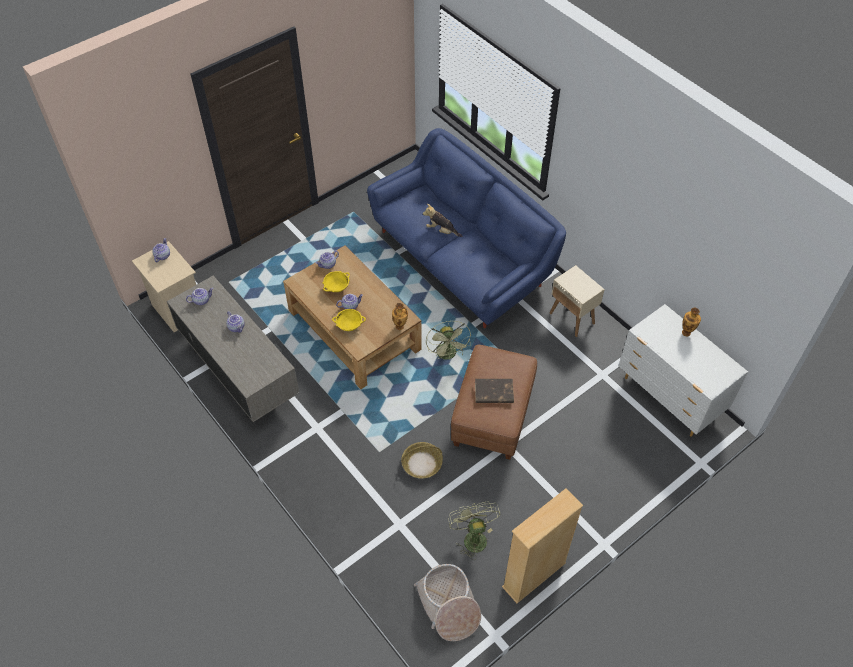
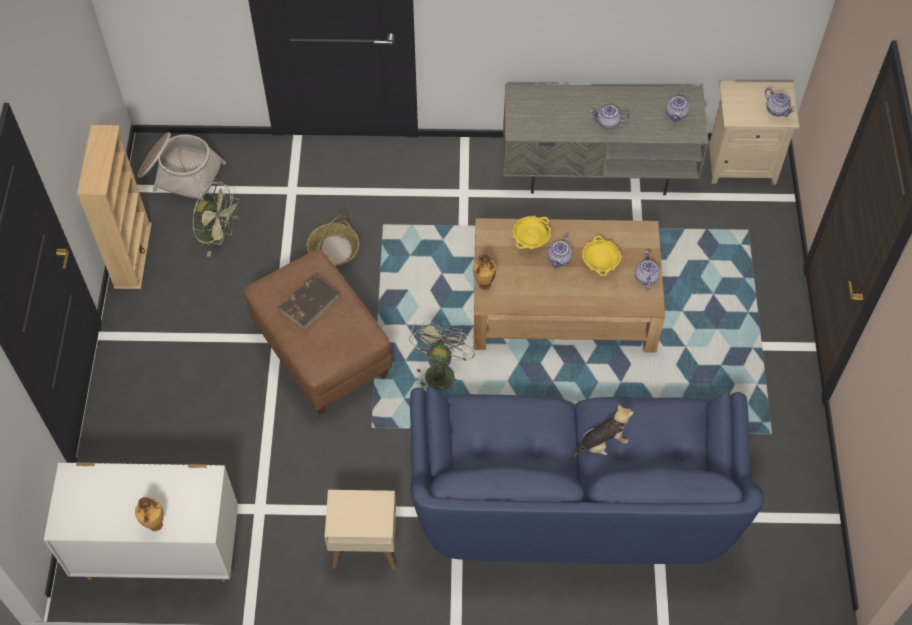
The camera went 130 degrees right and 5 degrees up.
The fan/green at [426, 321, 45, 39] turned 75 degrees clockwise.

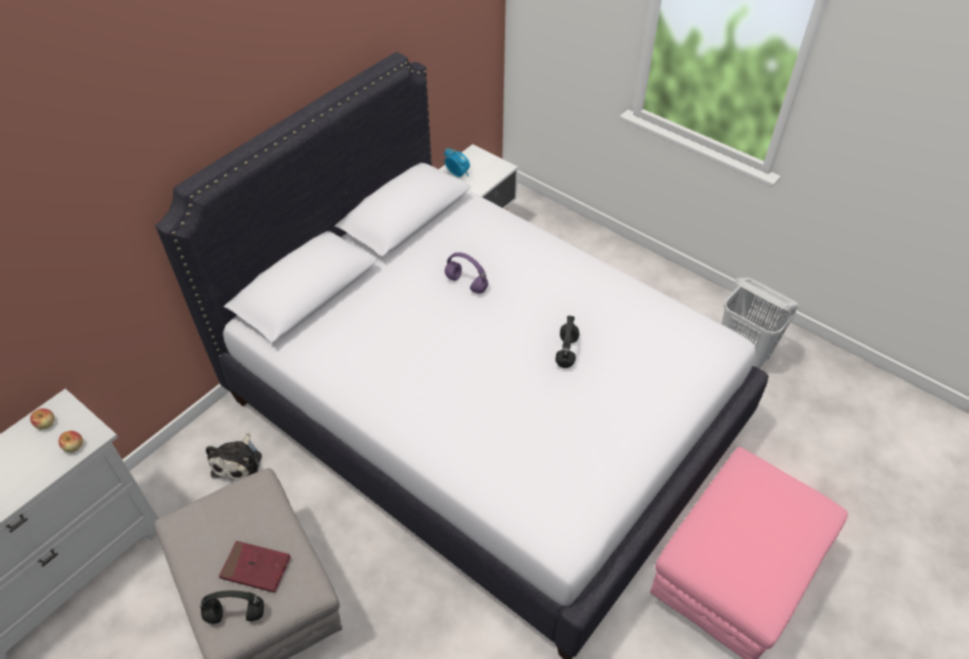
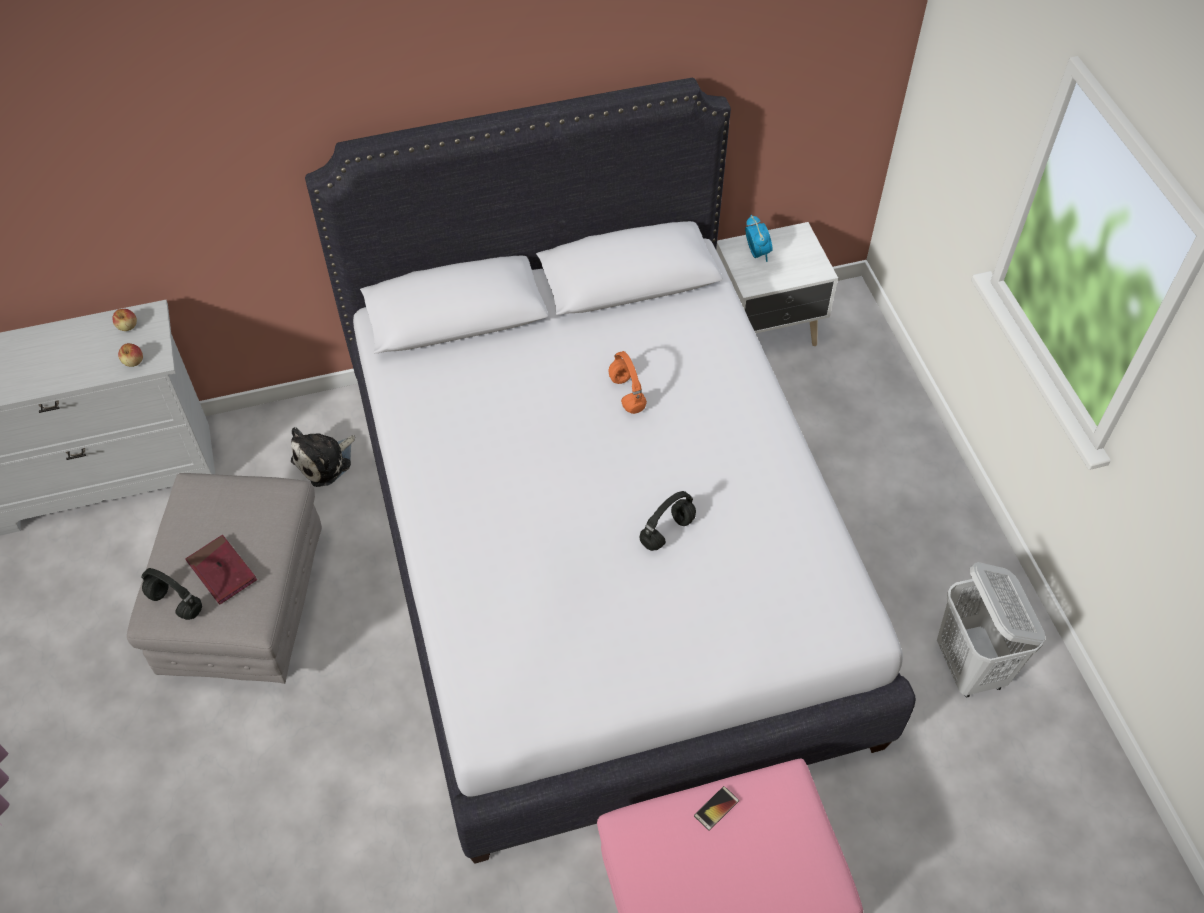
The camera went 35 degrees right and 5 degrees up.
The headphones/purple at [445, 252, 43, 42] became the headphones/orange at [608, 351, 39, 63].
The phone at [694, 786, 45, 45] appeared.

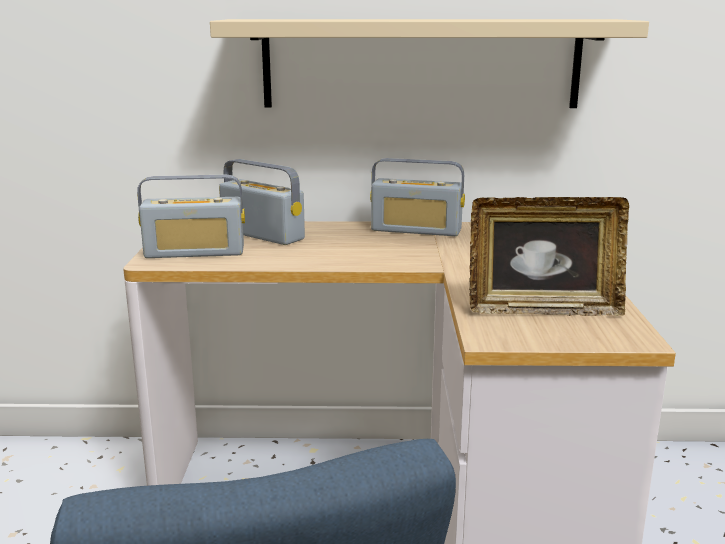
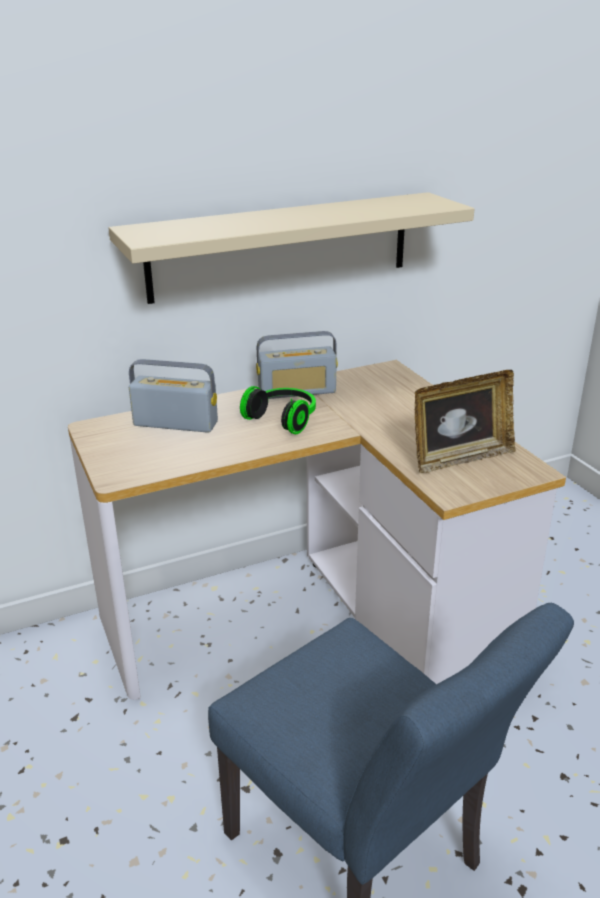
The camera went 25 degrees left and 10 degrees up.
The radio at [137, 175, 108, 83] disappeared.
The headphones at [240, 386, 76, 48] appeared.

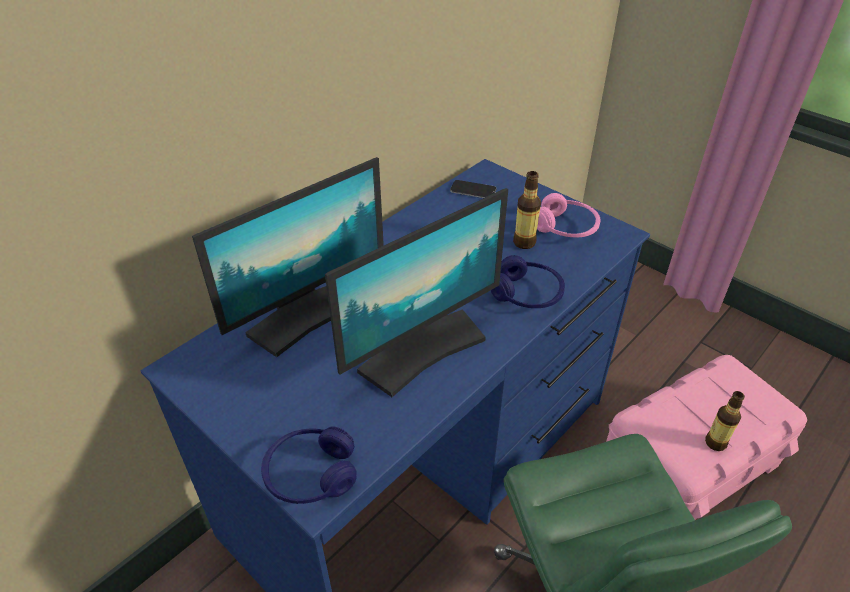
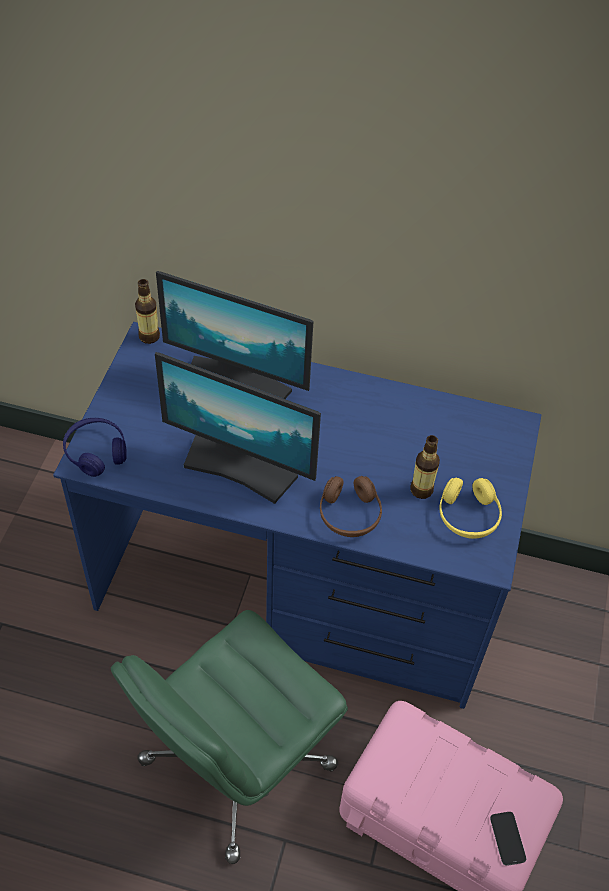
The camera went 60 degrees right and 10 degrees up.
The phone moved from [450, 180, 47, 18] to [490, 812, 36, 54].
The headphones/blue at [491, 255, 74, 53] became the headphones/brown at [320, 476, 62, 61].
The headphones/pink at [537, 193, 64, 44] became the headphones/yellow at [439, 477, 63, 62].
The bottle moved from [705, 391, 40, 60] to [135, 279, 25, 65].

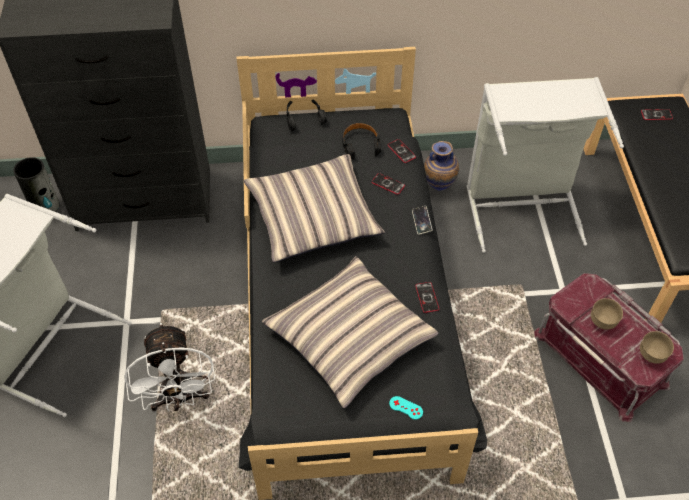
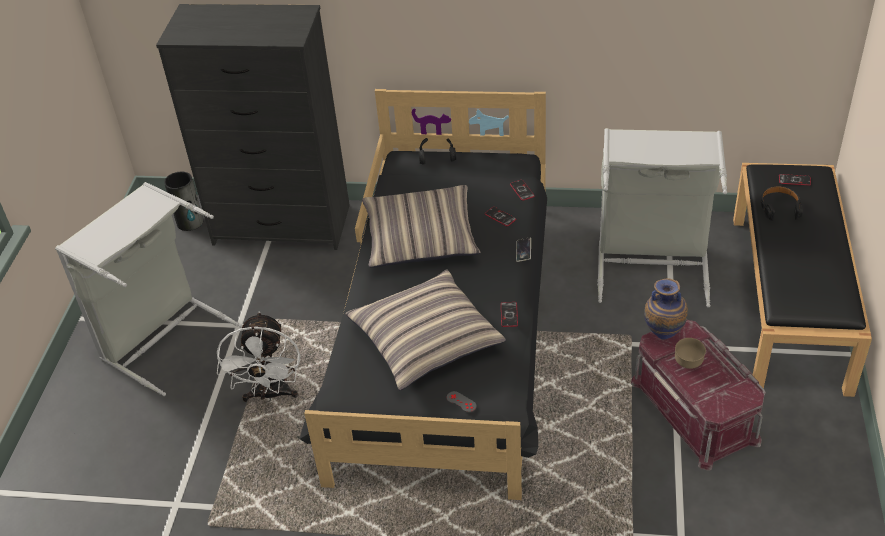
The camera went 15 degrees right and 10 degrees down.
The headphones/black moved from [342, 123, 39, 37] to [761, 186, 42, 35].
The game controller/turquoise at [389, 396, 34, 23] became the game controller/grey at [447, 391, 30, 22].
The vase moved from [424, 141, 35, 50] to [644, 278, 44, 62].
The bowl/brown at [640, 331, 34, 33] disappeared.

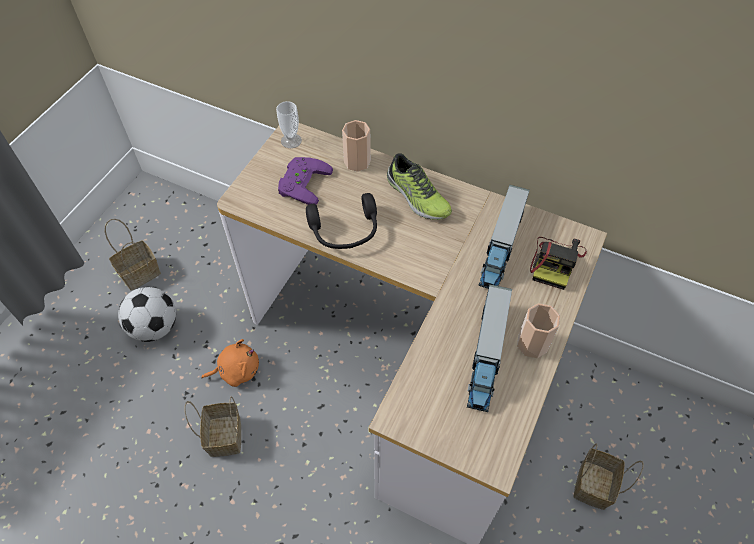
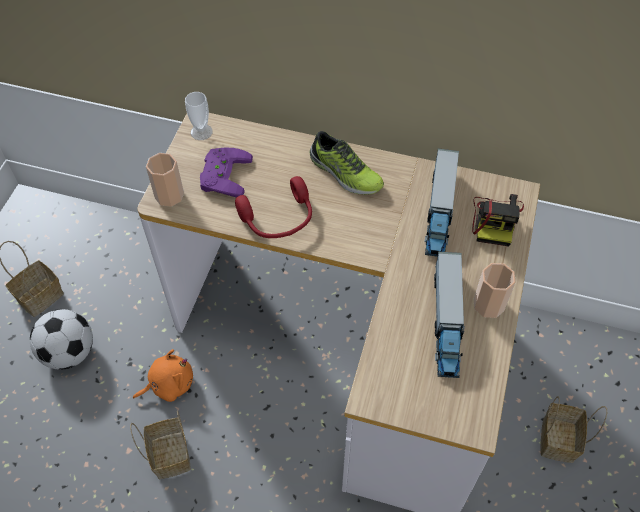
The camera went 10 degrees left and 0 degrees up.
The headphones/black at [306, 193, 71, 56] became the headphones/red at [235, 176, 77, 62].
The cup moved from [342, 120, 29, 52] to [146, 153, 38, 54].

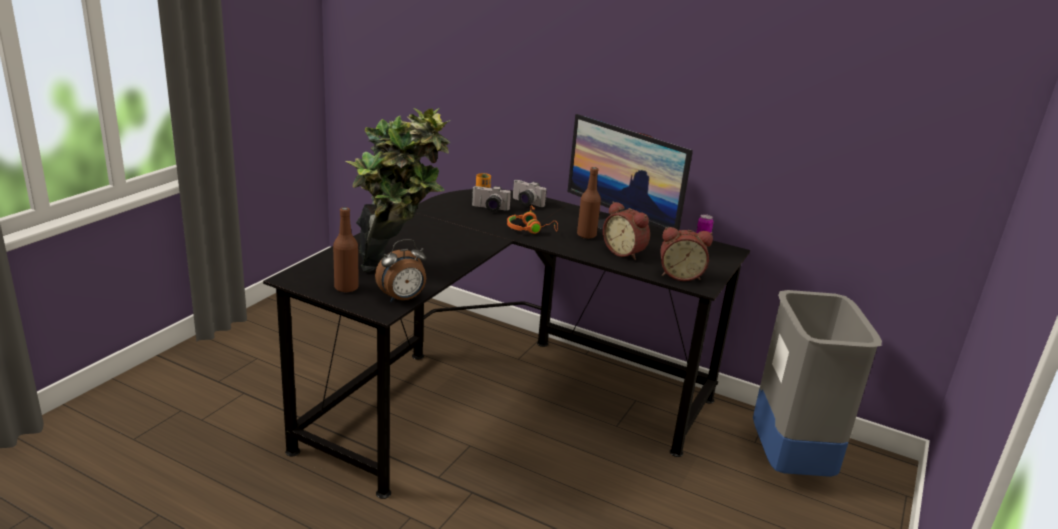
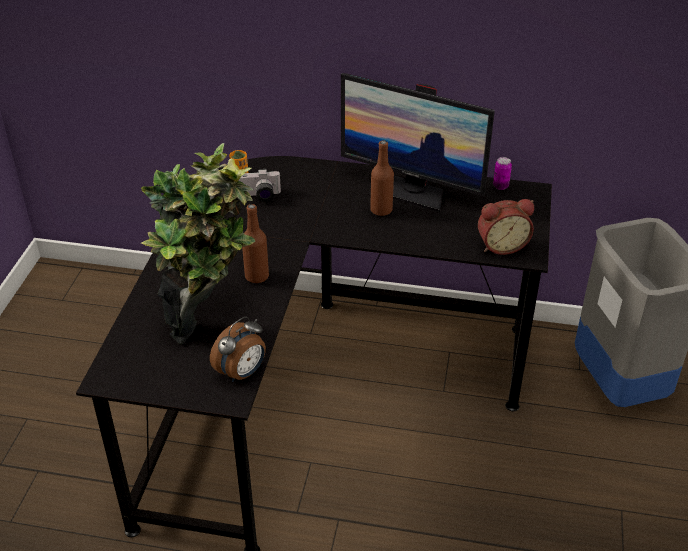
The camera went 15 degrees left and 15 degrees up.
The bottle/brown moved from [333, 207, 26, 85] to [242, 204, 27, 79].
The headphones/orange at [507, 205, 51, 29] disappeared.
The photo camera at [513, 180, 34, 27] disappeared.
The alarm clock at [603, 201, 47, 59] disappeared.

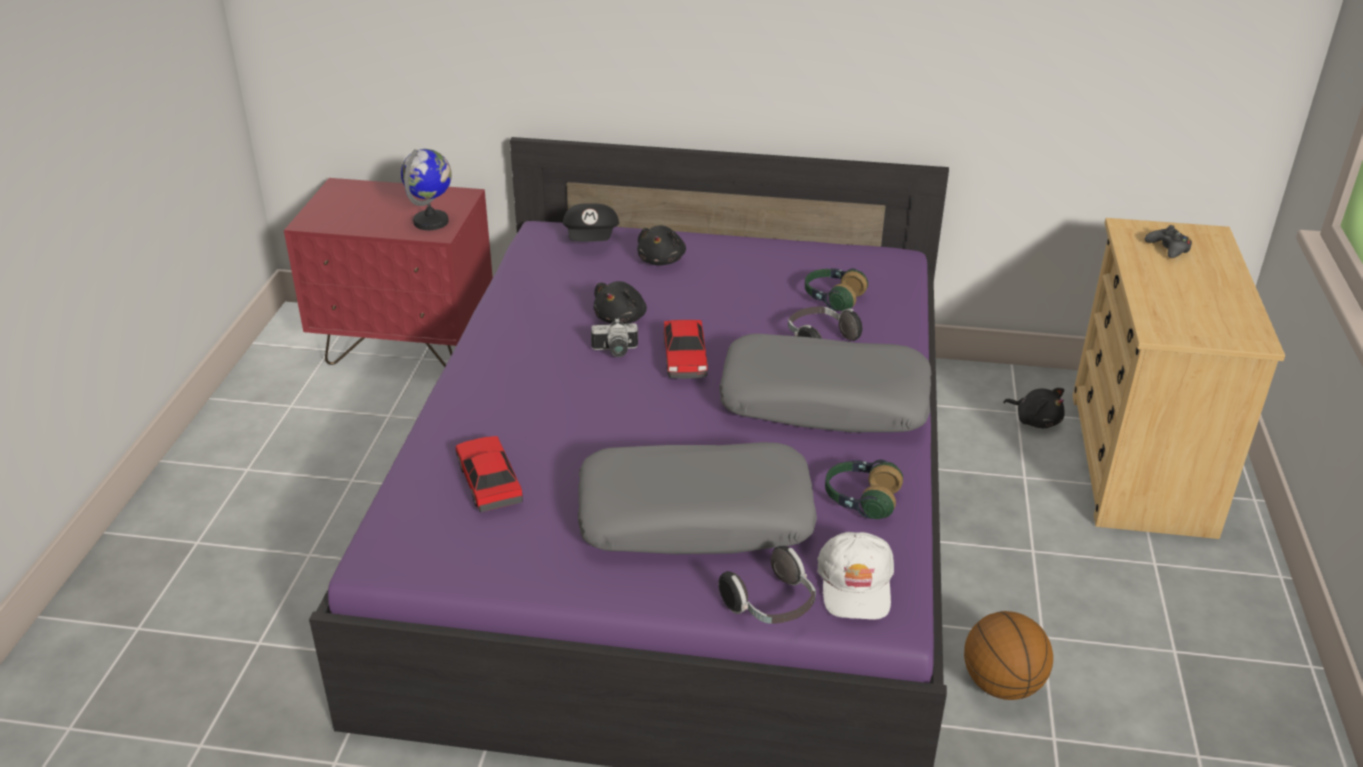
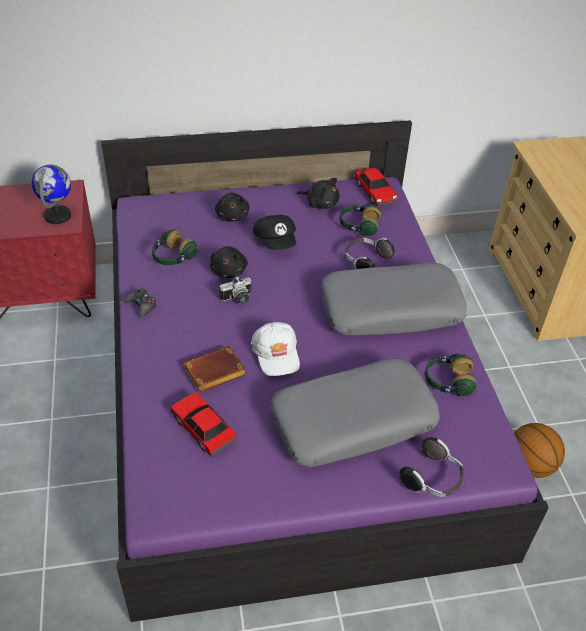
The camera went 20 degrees left and 10 degrees up.
The cap/black moved from [563, 203, 56, 39] to [253, 215, 43, 35].
The toy car moved from [663, 320, 45, 59] to [355, 168, 42, 38].
The cap/white moved from [817, 532, 77, 88] to [251, 322, 49, 54].
The plush toy/black moved from [1003, 388, 62, 40] to [296, 178, 44, 31].
The game controller/black moved from [1145, 225, 47, 33] to [124, 288, 33, 29].
The headphones at [152, 229, 46, 36] appeared.
The book/brown at [184, 346, 62, 47] appeared.

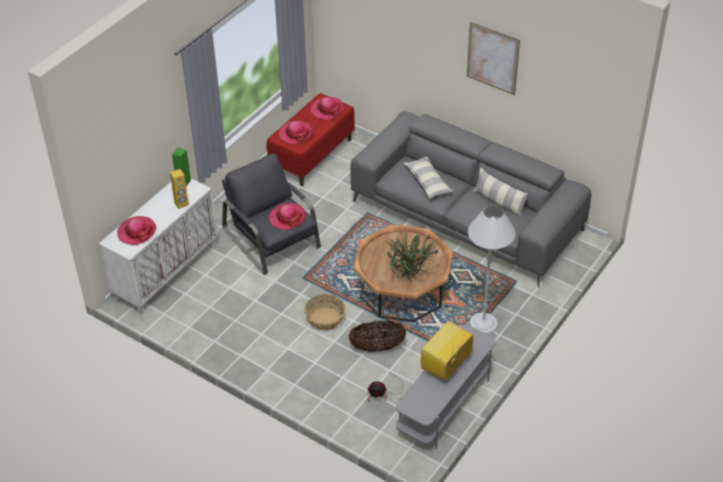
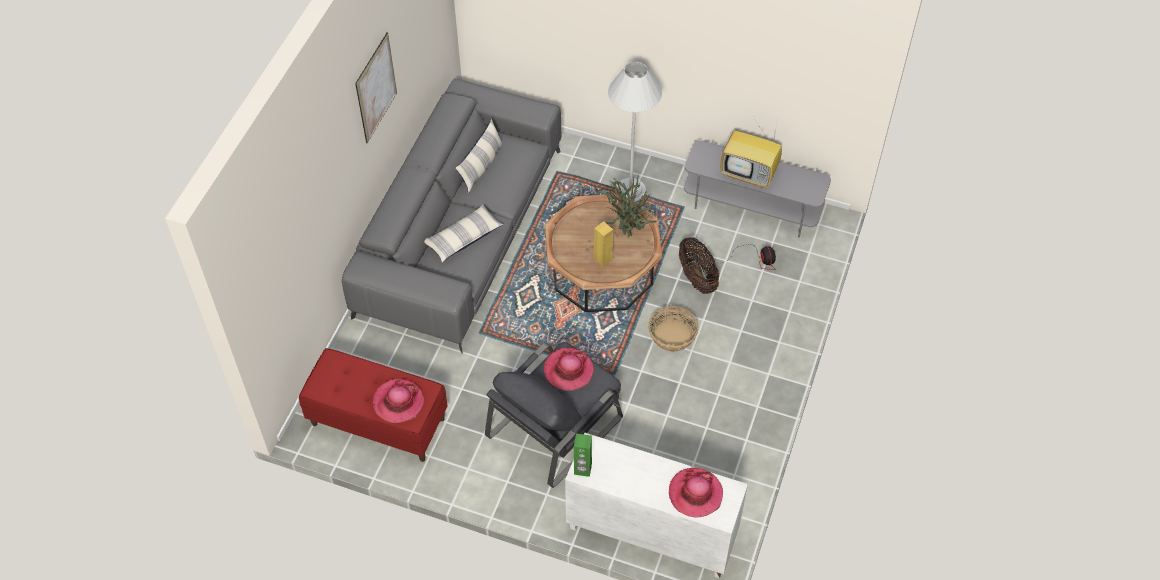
The camera went 105 degrees left and 10 degrees up.
The speaker/yellow moved from [170, 169, 19, 40] to [594, 221, 19, 45].
The hat at [310, 97, 34, 23] disappeared.

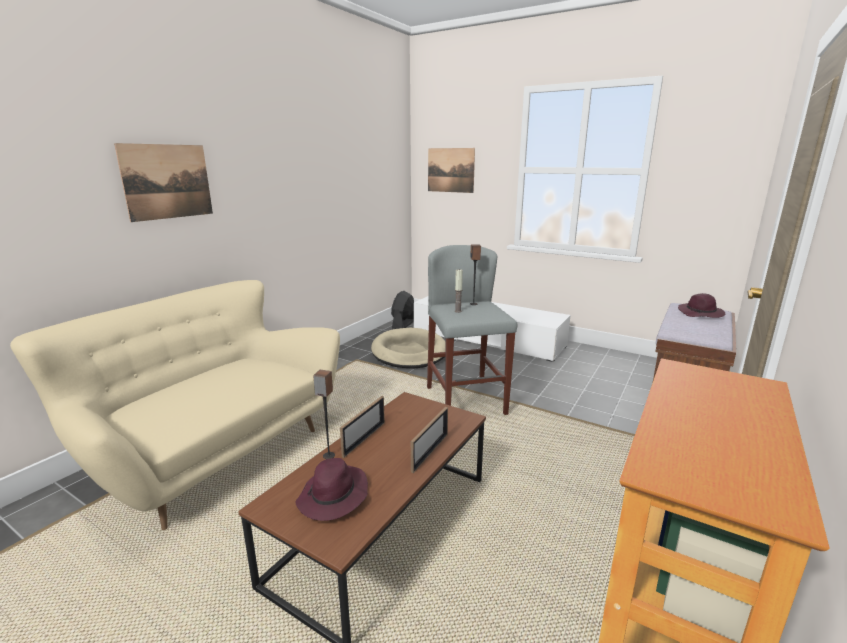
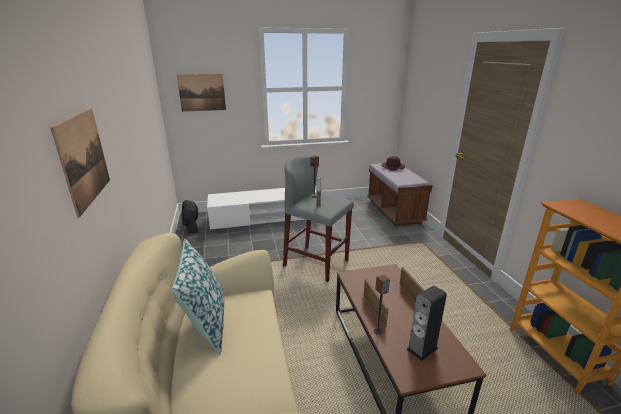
The camera went 45 degrees left and 5 degrees up.
The hat/purple at [296, 458, 72, 63] was replaced by the speaker at [406, 285, 41, 76].
The dog bed/beige at [371, 327, 75, 42] disappeared.
The pillow at [171, 239, 53, 116] appeared.

